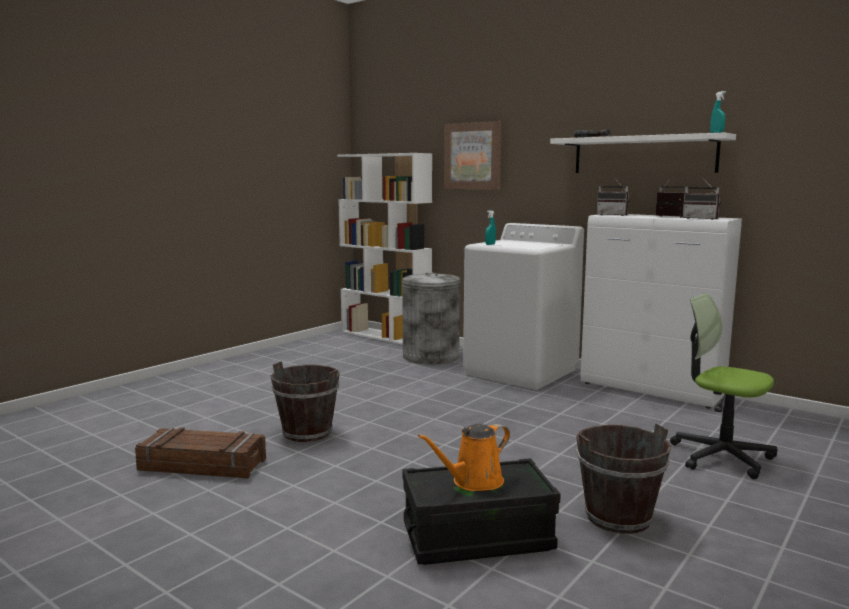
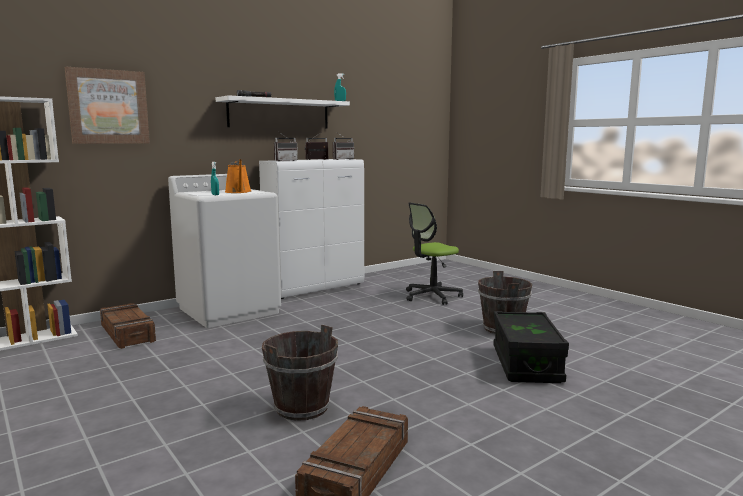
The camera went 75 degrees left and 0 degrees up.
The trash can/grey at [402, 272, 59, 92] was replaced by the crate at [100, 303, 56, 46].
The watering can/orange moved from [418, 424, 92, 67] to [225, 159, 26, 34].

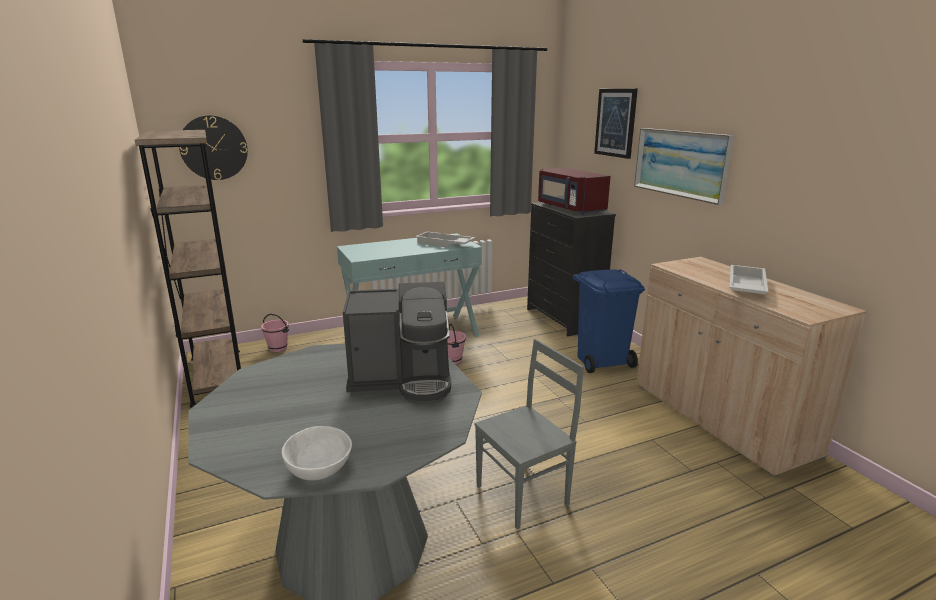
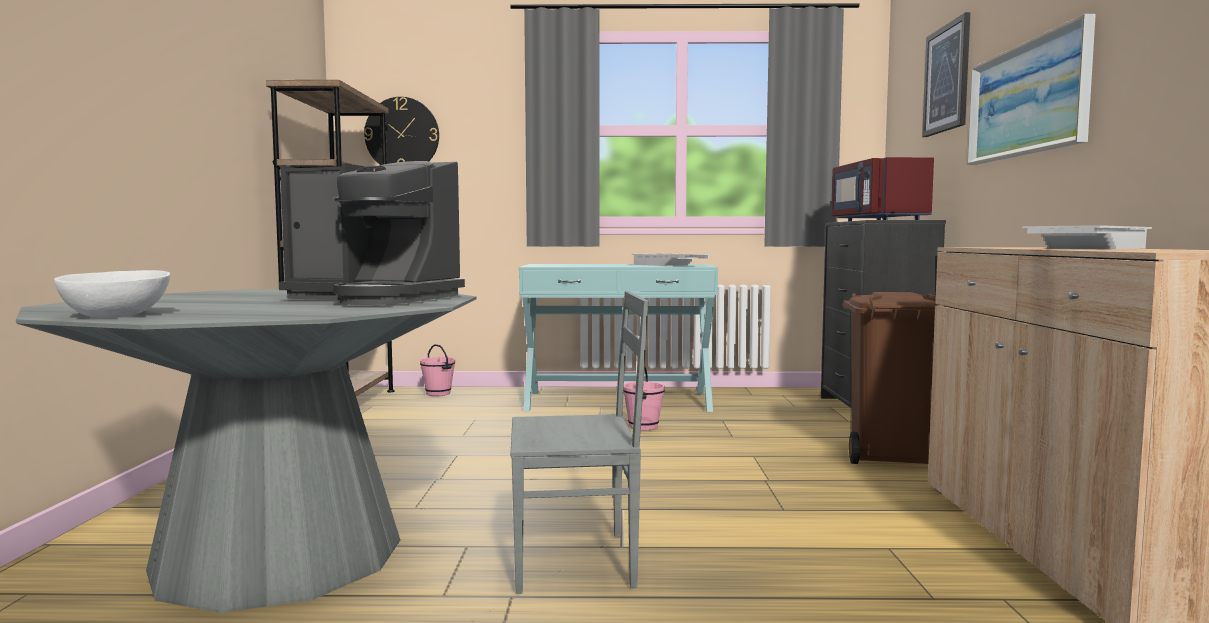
The camera went 25 degrees right and 15 degrees down.
The trash can/blue at [573, 269, 72, 104] became the trash can/brown at [843, 292, 95, 172].

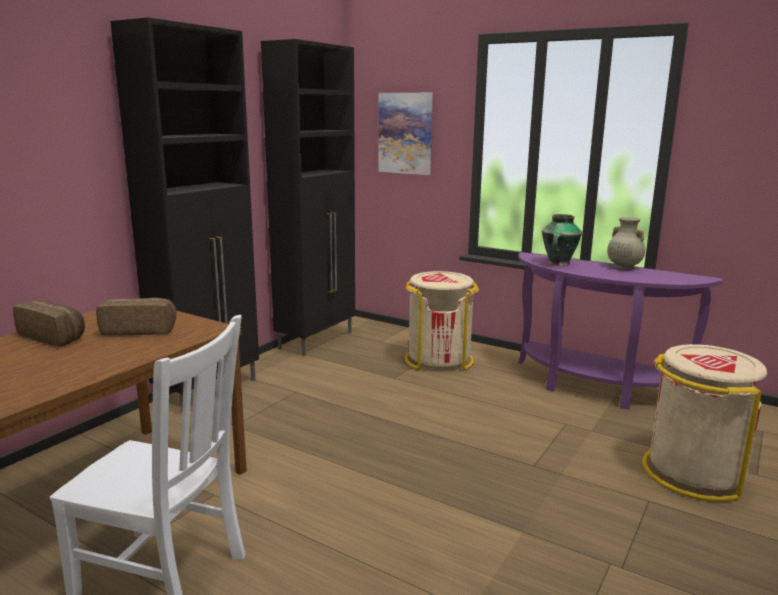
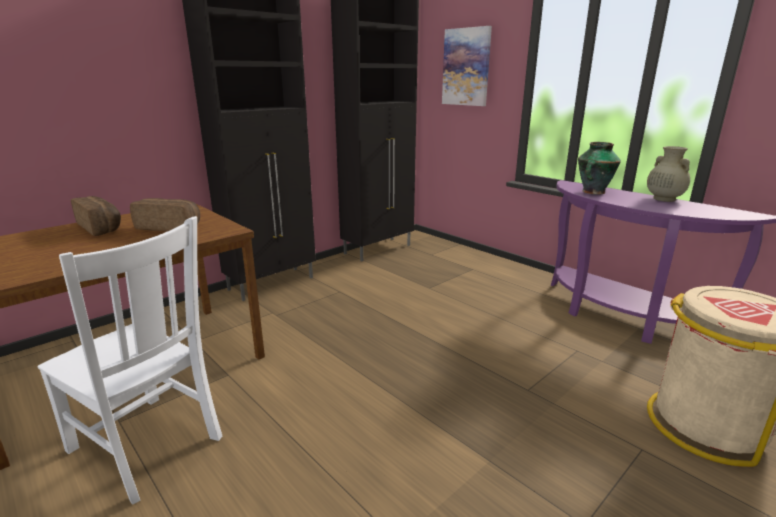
The camera went 15 degrees right and 5 degrees up.
The trash can/beige at [405, 271, 74, 100] disappeared.

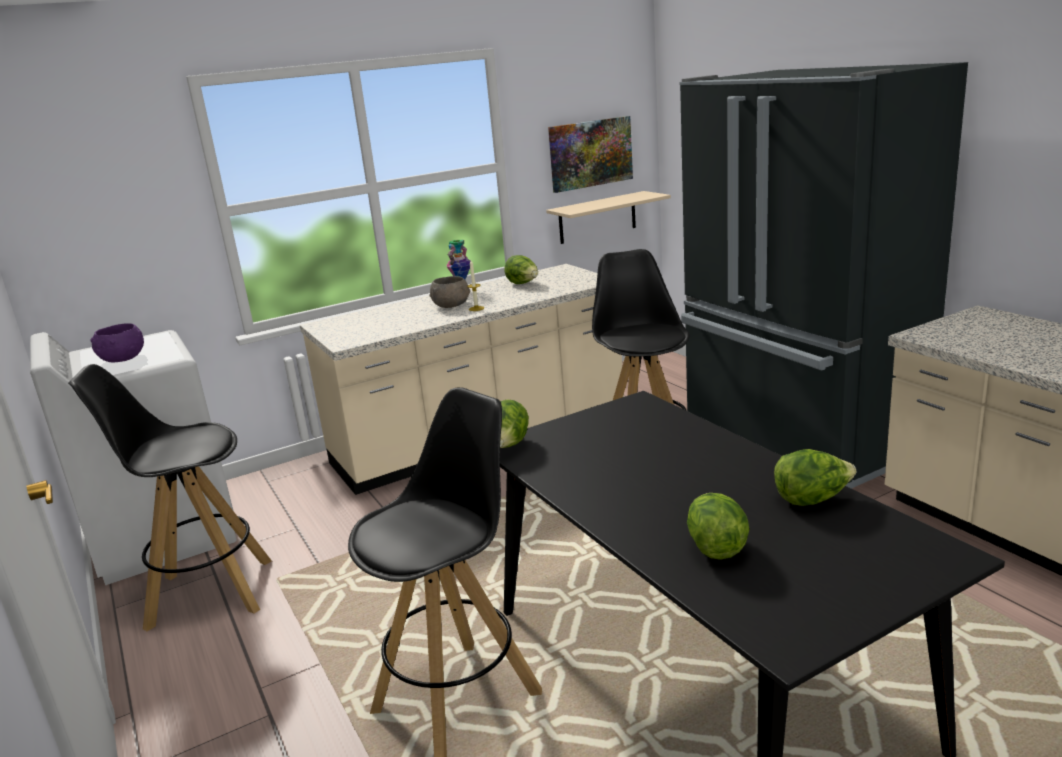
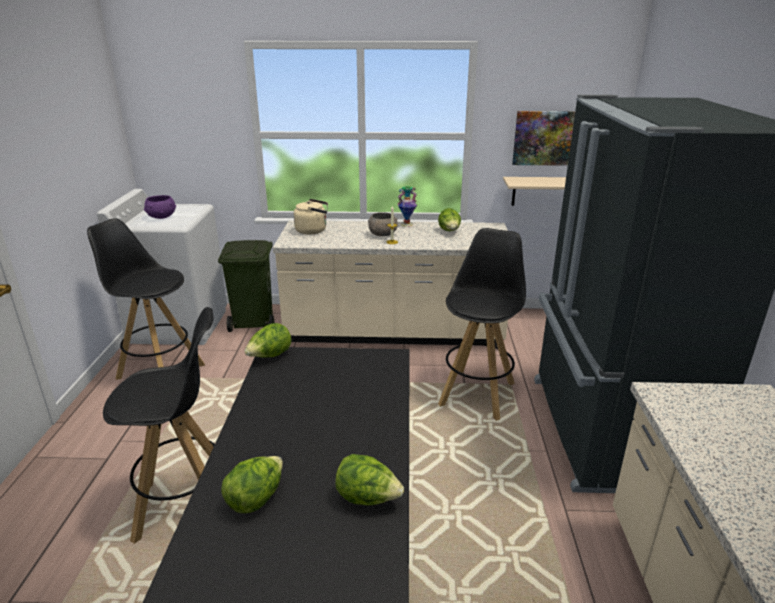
The camera went 30 degrees right and 5 degrees up.
The trash can/green at [218, 240, 56, 92] appeared.
The kettle/beige at [294, 199, 34, 36] appeared.

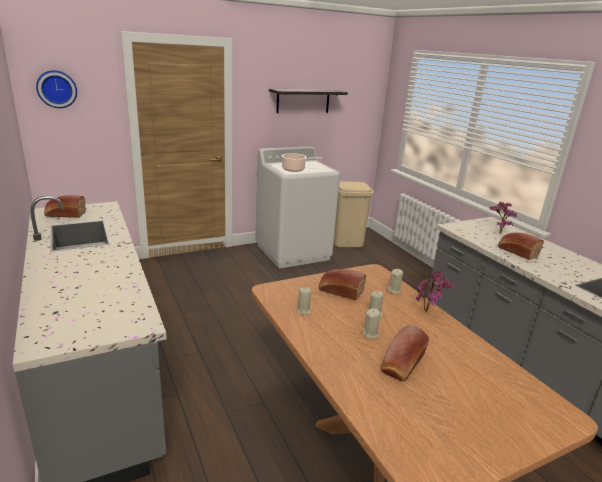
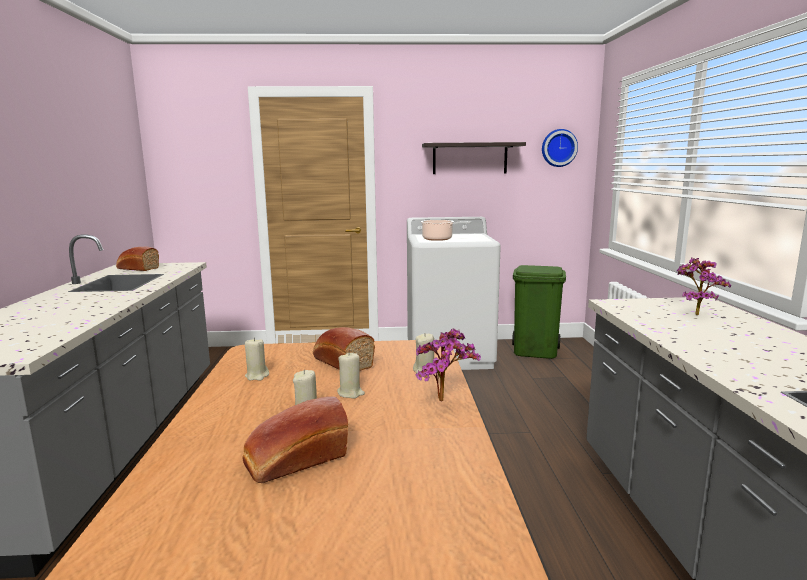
The camera went 25 degrees right and 10 degrees down.
The wall clock moved from [36, 70, 41, 38] to [542, 129, 36, 38].
The trash can/beige at [334, 182, 40, 65] became the trash can/green at [512, 265, 54, 94].
The bread at [498, 232, 46, 28] disappeared.

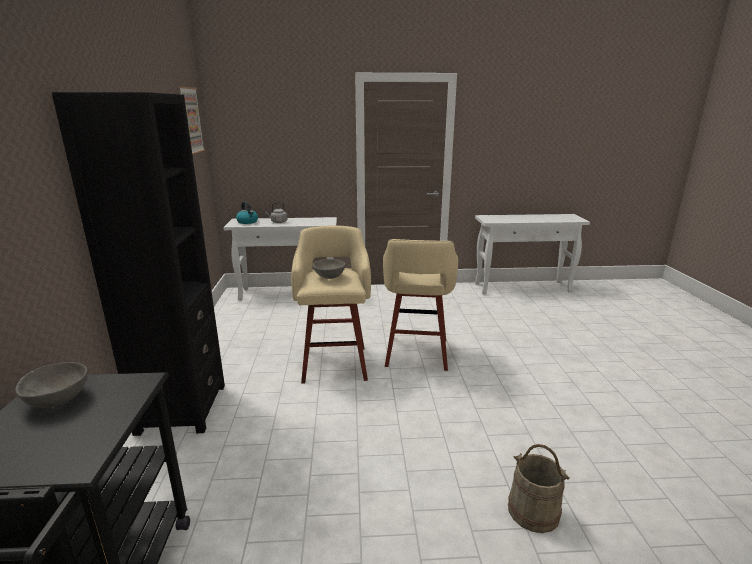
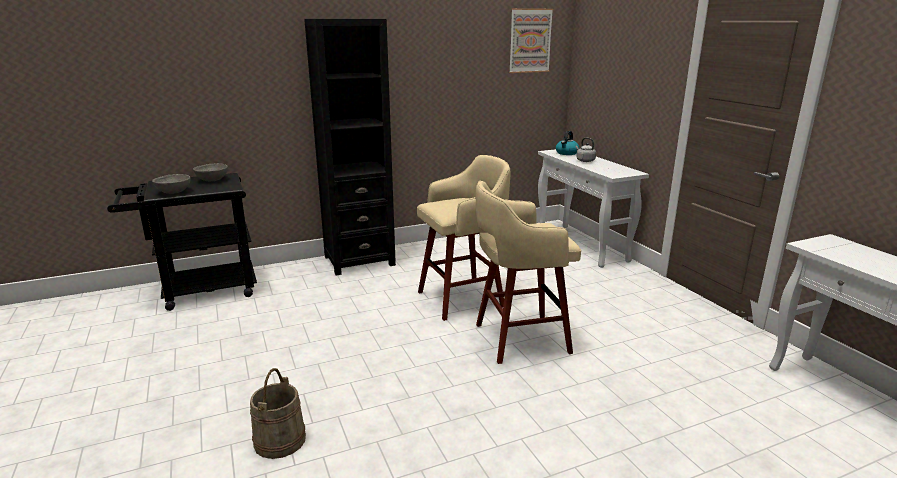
The camera went 70 degrees right and 0 degrees up.
The bowl/grey moved from [313, 259, 32, 20] to [152, 174, 39, 20].

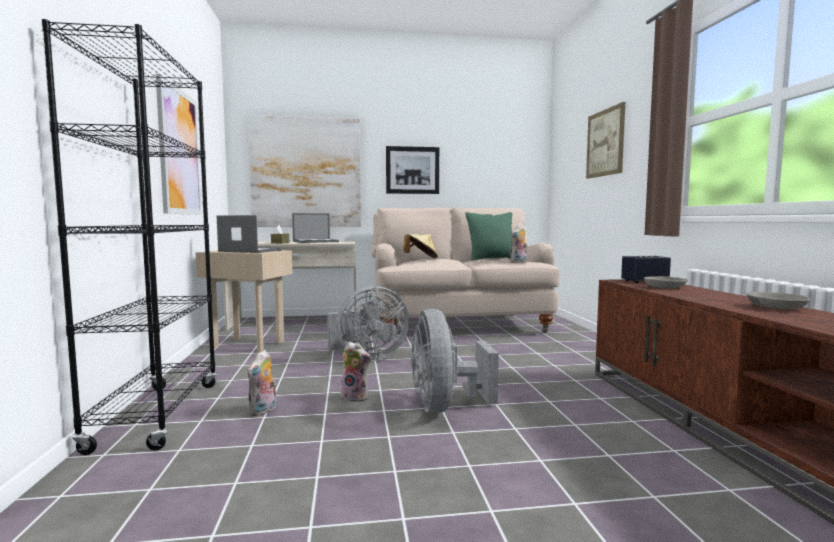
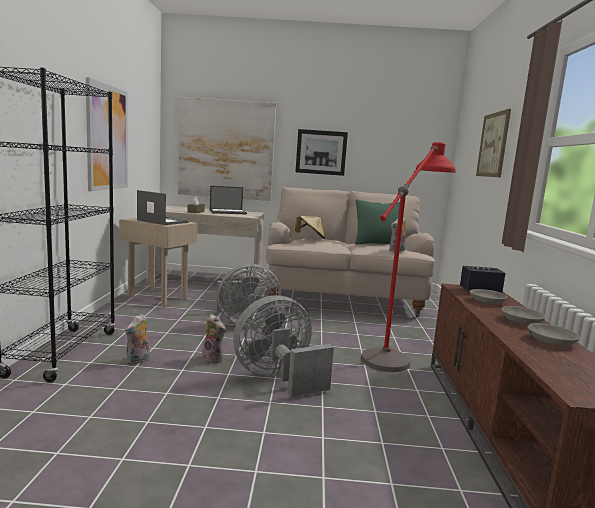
The camera went 10 degrees right and 5 degrees up.
The fan/grey at [411, 309, 88, 105] turned 60 degrees clockwise.
The floor lamp/red at [361, 142, 95, 230] appeared.
The bowl/grey at [501, 306, 45, 19] appeared.

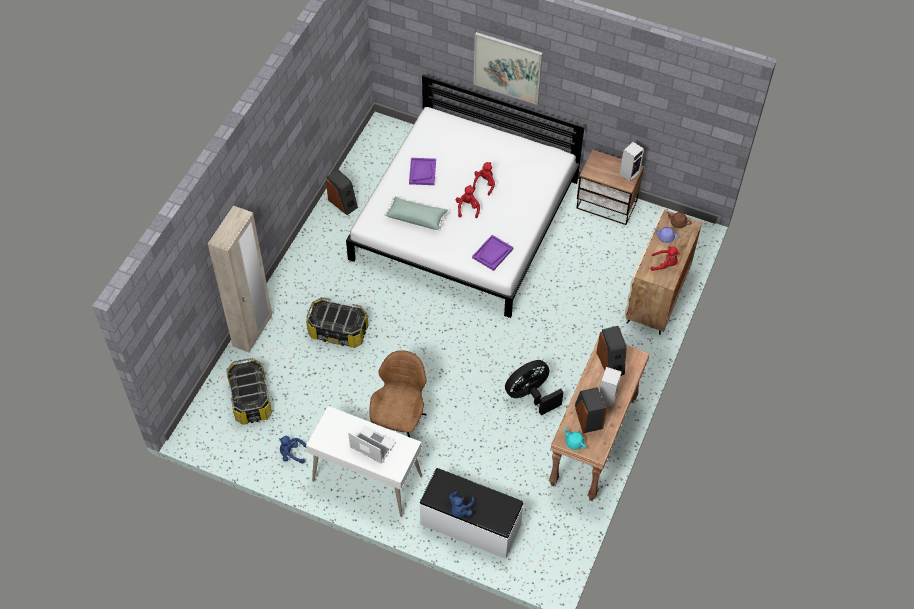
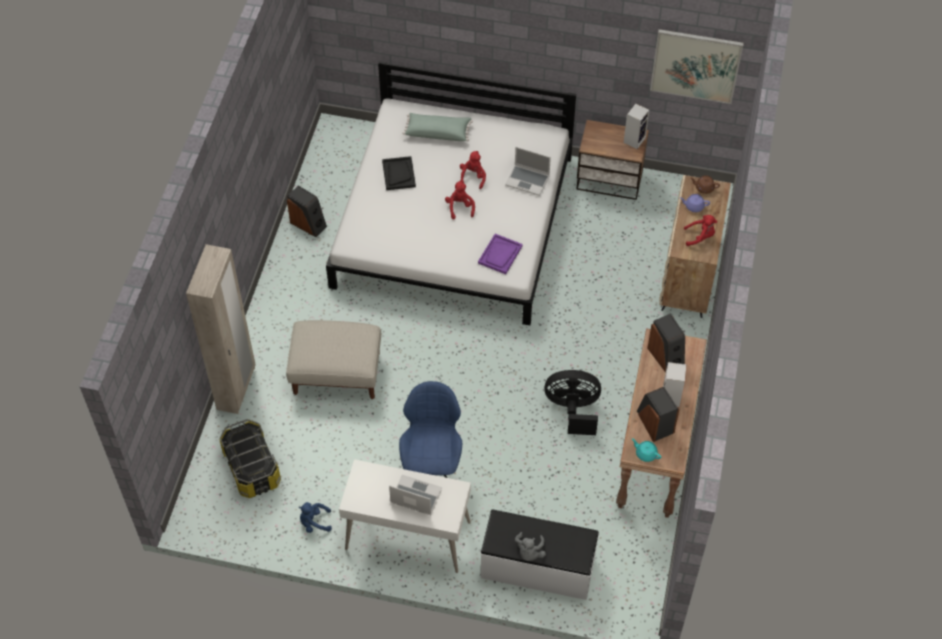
The camera went 10 degrees left and 0 degrees up.
The storage box at [306, 297, 62, 51] was replaced by the ottoman/beige at [286, 320, 95, 79].
The chair/brown at [370, 350, 57, 88] became the chair/blue at [399, 381, 63, 97].
The pillow/green moved from [384, 197, 65, 33] to [402, 113, 71, 28].
The tray/purple at [409, 158, 27, 27] became the tray/black at [382, 156, 34, 34].
The plush toy/blue at [449, 491, 26, 26] became the plush toy/grey at [515, 532, 31, 29].
The picture moved from [473, 32, 70, 73] to [650, 29, 94, 75].
The fan/black at [505, 360, 59, 56] turned 45 degrees clockwise.
The laptop at [505, 147, 46, 49] appeared.

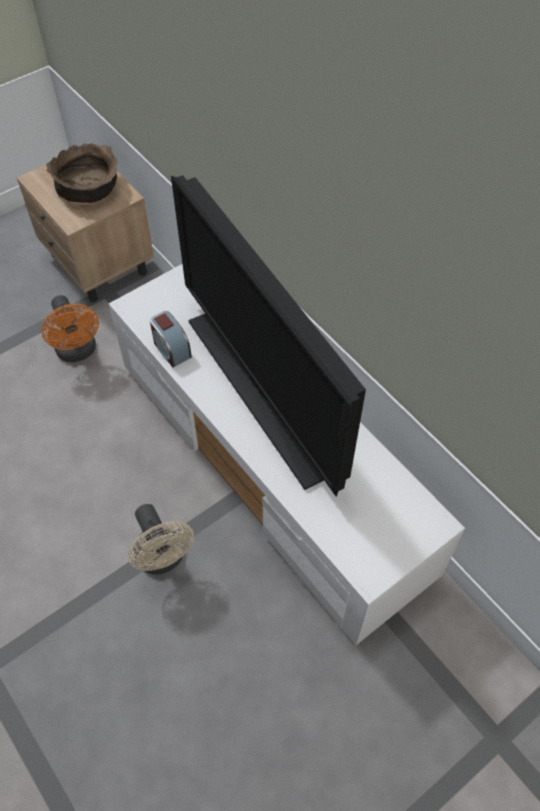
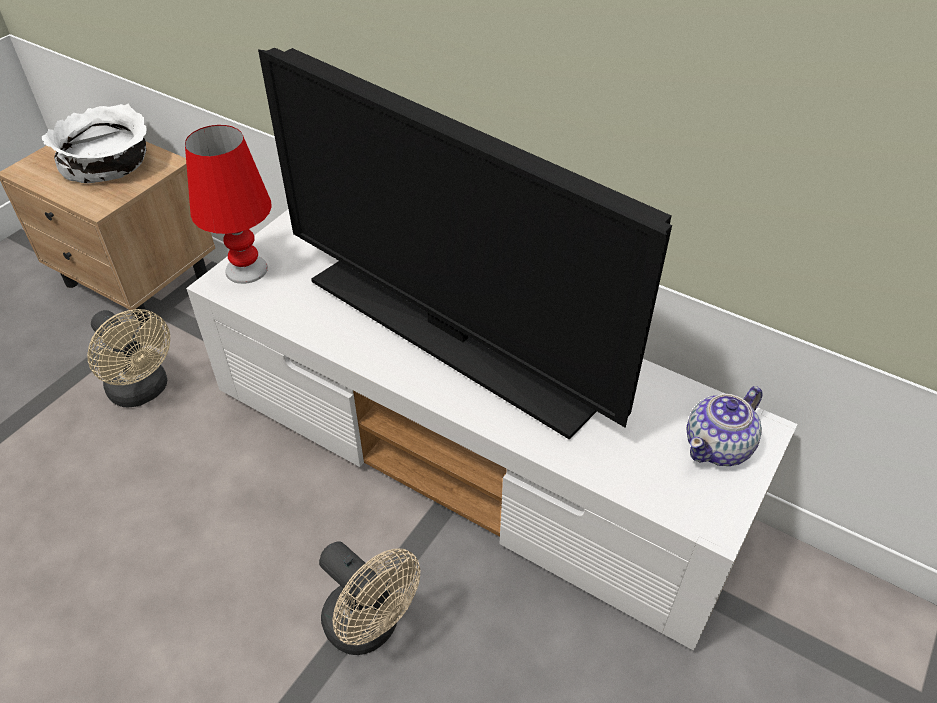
The camera went 20 degrees left and 10 degrees down.
The fan/orange at [41, 295, 58, 67] became the fan/beige at [87, 309, 83, 99].
The bowl/brown at [47, 143, 71, 60] became the bowl/white at [42, 104, 104, 79].
The alarm clock at [150, 311, 42, 56] disappeared.
The table lamp/red at [185, 125, 87, 159] appeared.
The teapot at [687, 386, 76, 80] appeared.

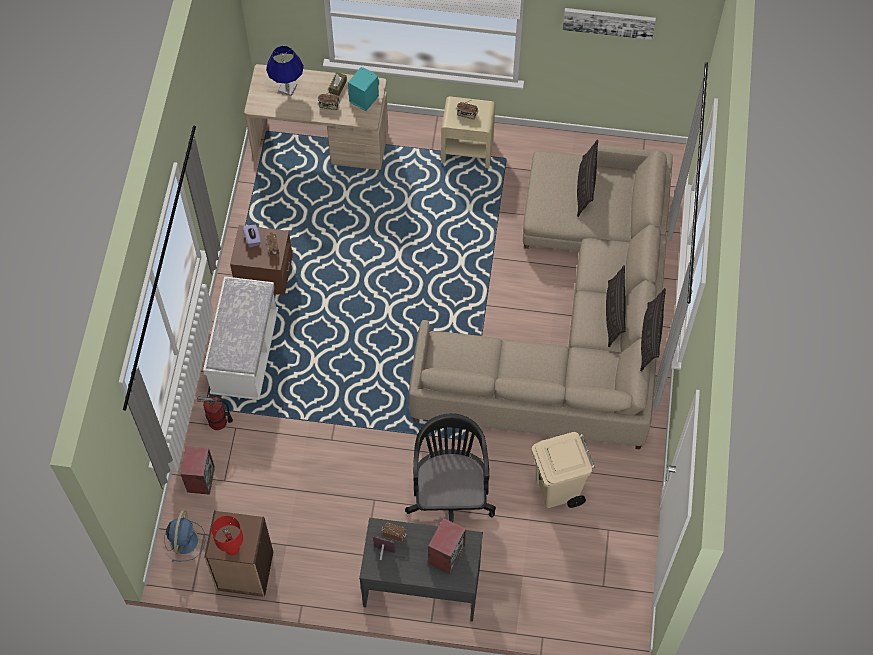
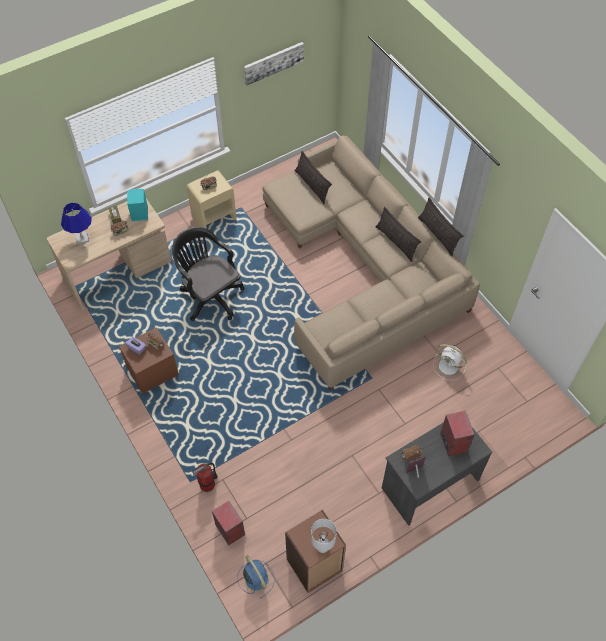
The camera went 40 degrees left and 5 degrees down.
The bench/white at [203, 276, 75, 124] disappeared.
The table lamp/red at [211, 515, 32, 41] became the table lamp/white at [311, 519, 26, 34].
The office chair/black moved from [405, 413, 91, 110] to [172, 227, 73, 94].
The trash can/beige at [531, 432, 64, 76] was replaced by the fan/white at [433, 344, 34, 36].

